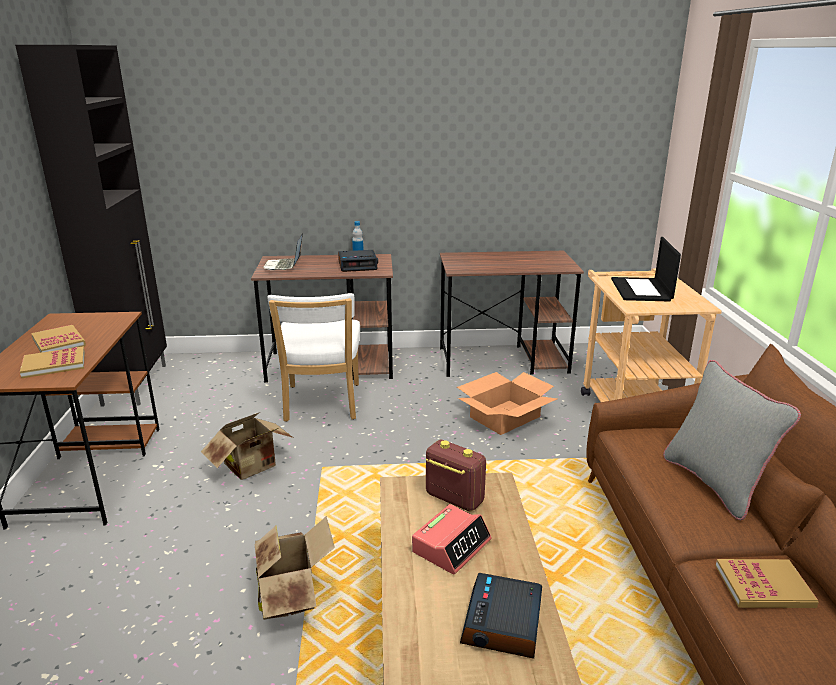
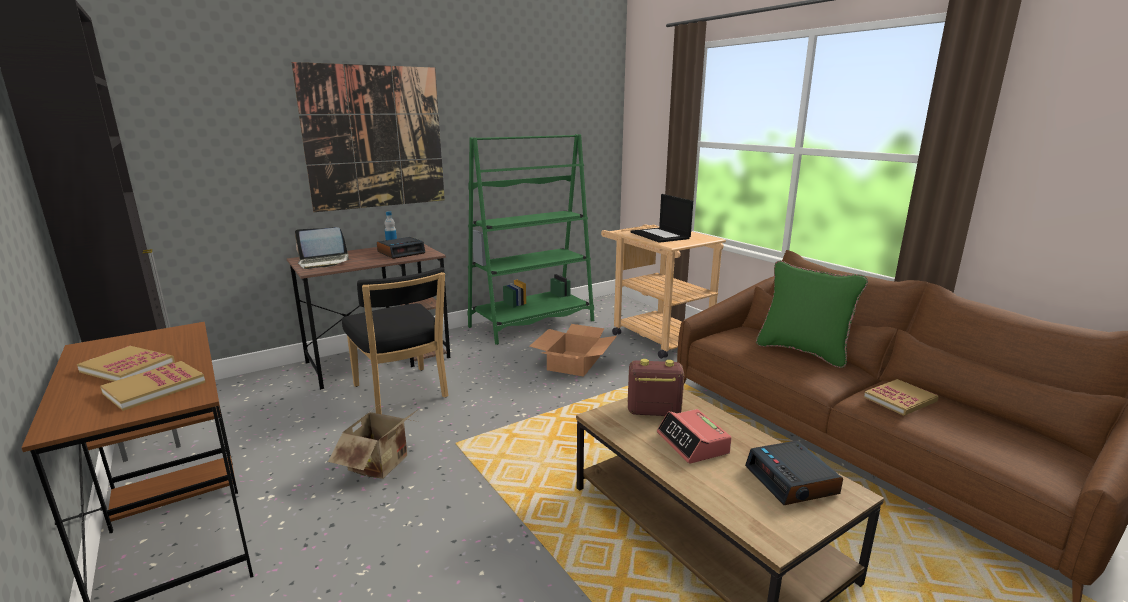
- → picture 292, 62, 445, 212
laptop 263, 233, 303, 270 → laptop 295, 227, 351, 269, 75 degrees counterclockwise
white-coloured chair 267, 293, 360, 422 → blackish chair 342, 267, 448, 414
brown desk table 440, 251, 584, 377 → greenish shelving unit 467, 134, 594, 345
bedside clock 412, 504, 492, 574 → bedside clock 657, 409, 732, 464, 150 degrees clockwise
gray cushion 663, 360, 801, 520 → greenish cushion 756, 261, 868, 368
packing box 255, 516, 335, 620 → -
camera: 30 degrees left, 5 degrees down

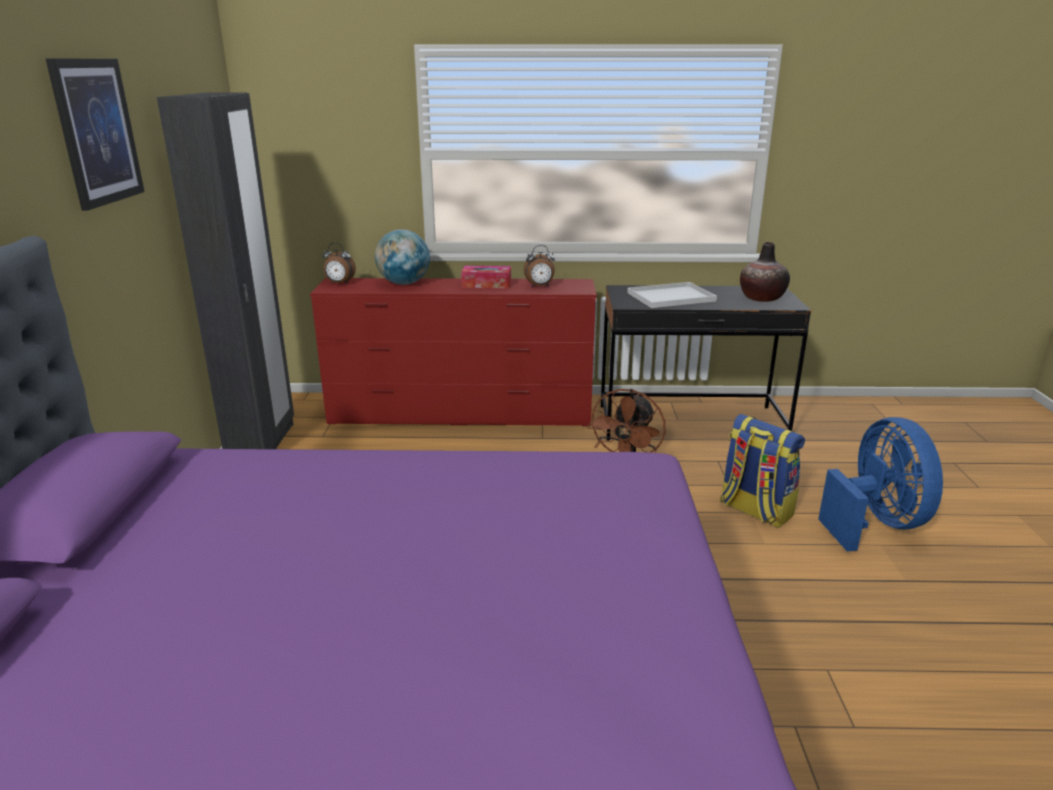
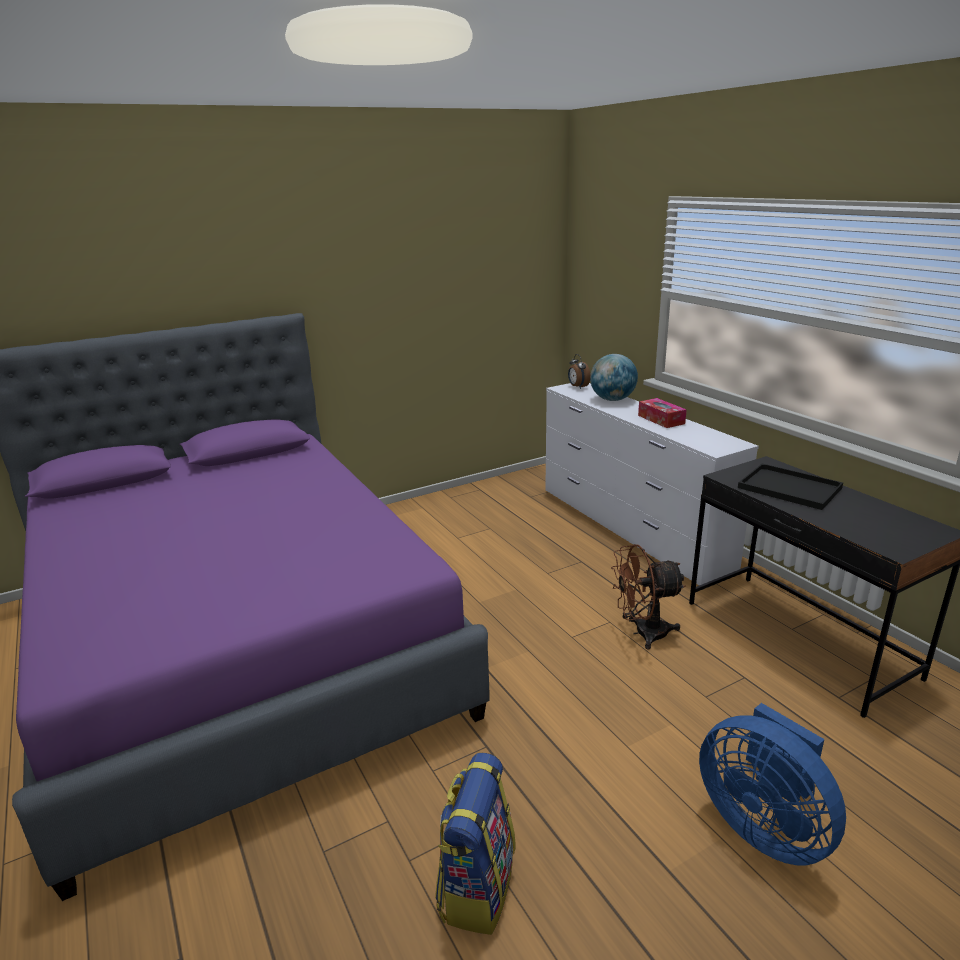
rucksack 720, 414, 805, 528 → rucksack 435, 753, 516, 935, moved
red-coloured dresser 310, 278, 597, 426 → white-coloured dresser 545, 383, 759, 585
blue-coloured cooling fan 818, 417, 943, 551 → blue-coloured cooling fan 699, 703, 846, 865, 90 degrees clockwise
white-coloured serving tray 627, 282, 717, 308 → blackish serving tray 738, 464, 843, 510
picture 46, 58, 145, 211 → -
blackish wardrobe 157, 93, 294, 449 → -
bedside clock 524, 245, 555, 287 → -
vase 740, 242, 790, 302 → -
camera: 60 degrees right, 0 degrees up

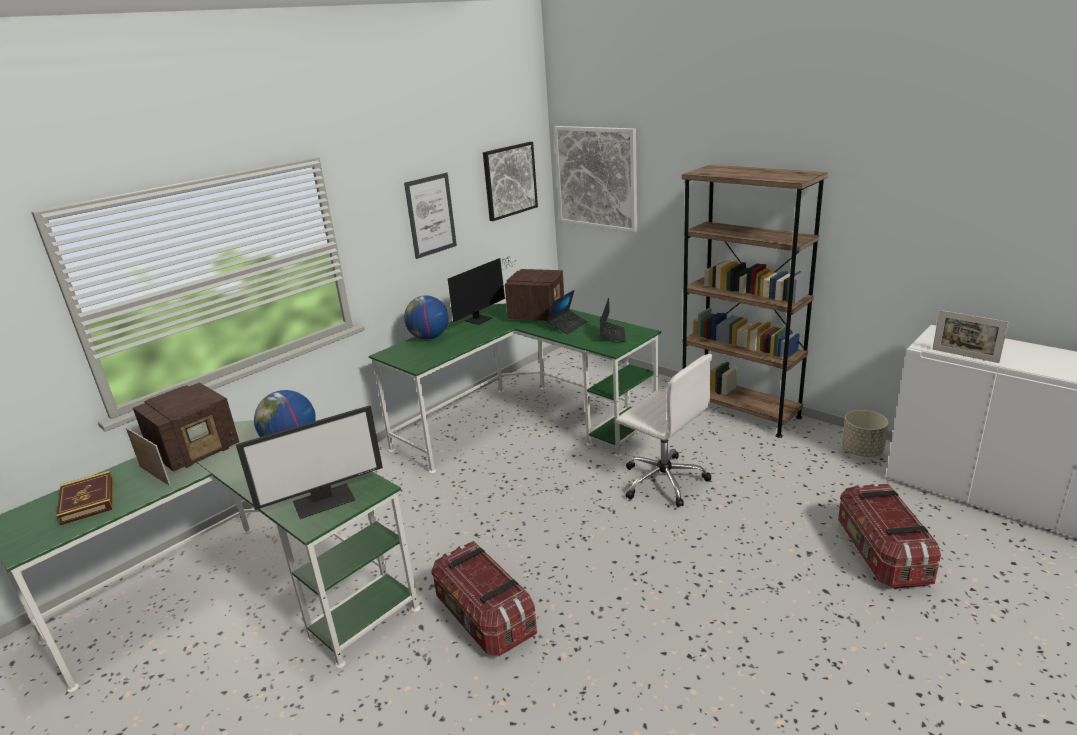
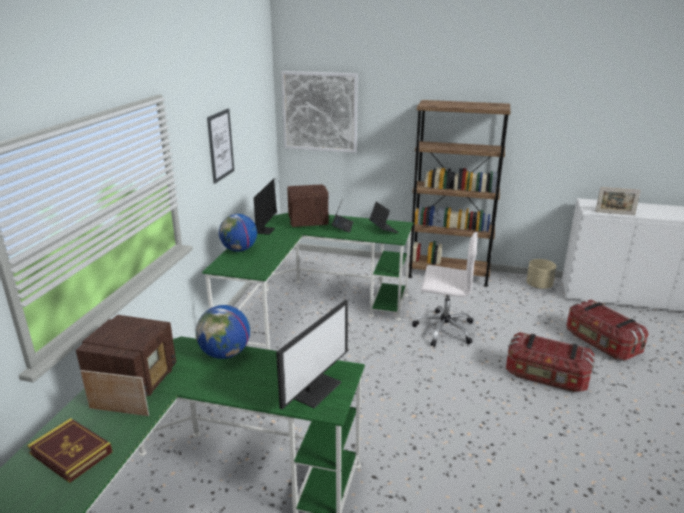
storage bin 431, 541, 537, 656 → storage bin 506, 332, 595, 392, moved
picture 483, 142, 538, 221 → -
camera: 30 degrees left, 0 degrees up

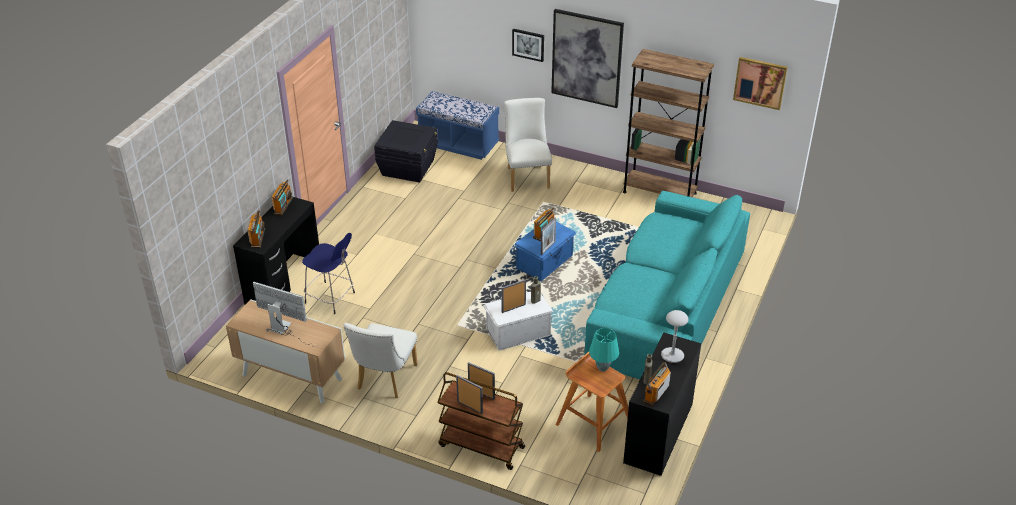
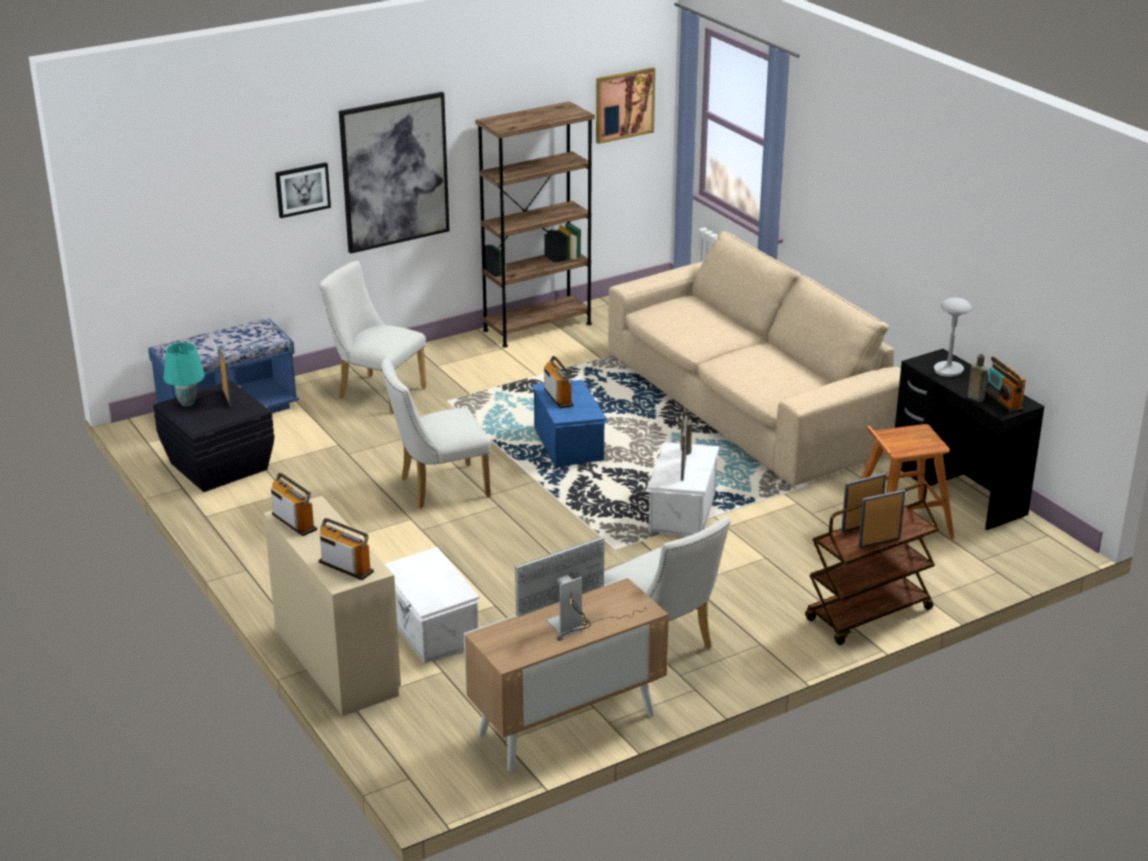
blue-green tabletop lamp 589, 328, 619, 371 → blue-green tabletop lamp 164, 343, 205, 406, moved
standing frame 541, 218, 556, 255 → standing frame 217, 346, 232, 407, moved
blackish desk table 233, 196, 319, 305 → sand-coloured desk table 264, 496, 401, 716
- → white-coloured chair 381, 358, 491, 508
blue-coloured sitting stool 302, 233, 355, 314 → white-coloured storage bin 385, 547, 480, 664
blue-green sofa 584, 191, 750, 379 → sand-coloured sofa 608, 231, 901, 486
camera: 55 degrees left, 10 degrees down

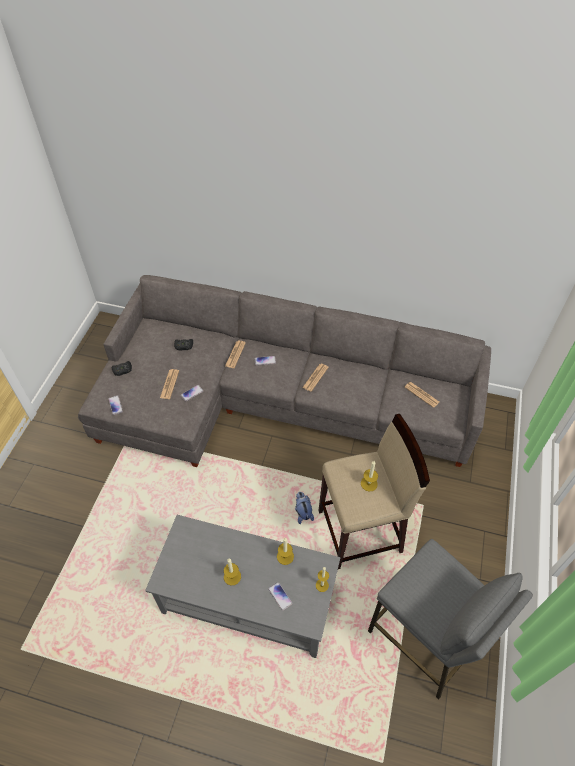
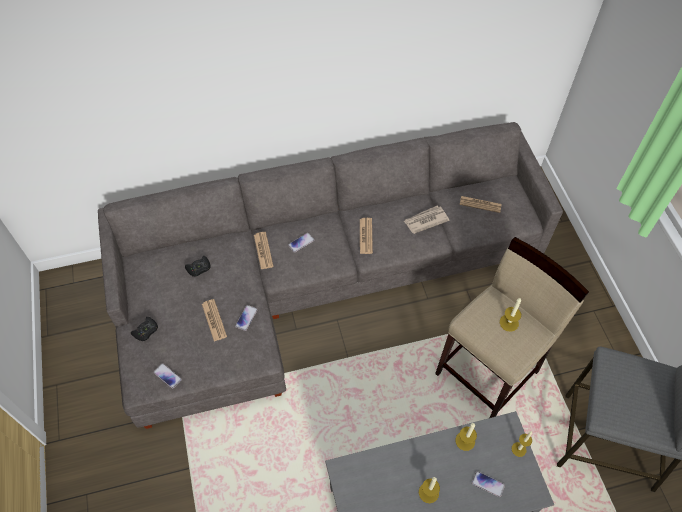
- → printed paper 404, 206, 449, 234
soft toy 295, 492, 314, 524 → -
camera: 30 degrees left, 5 degrees up

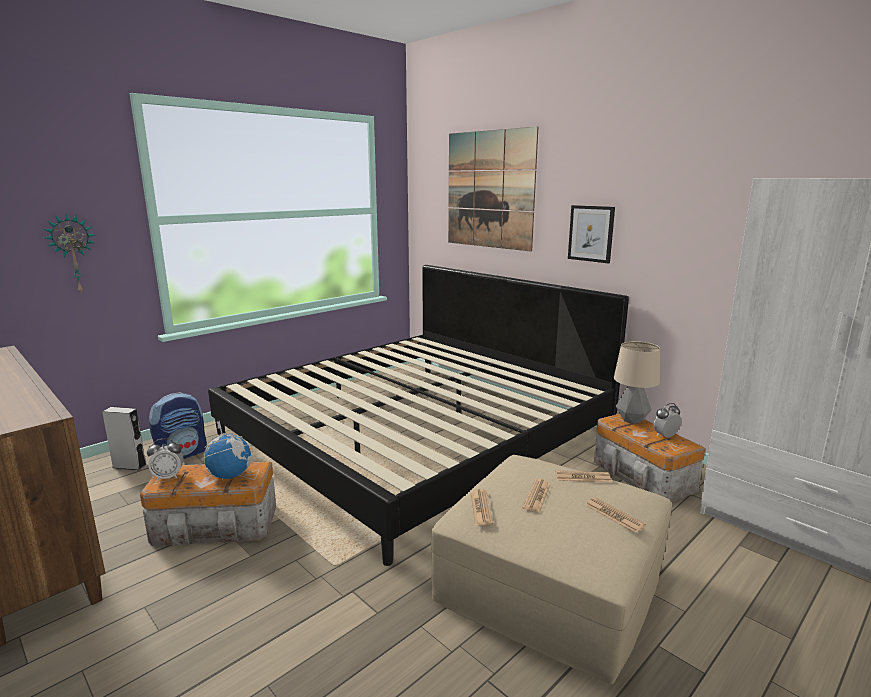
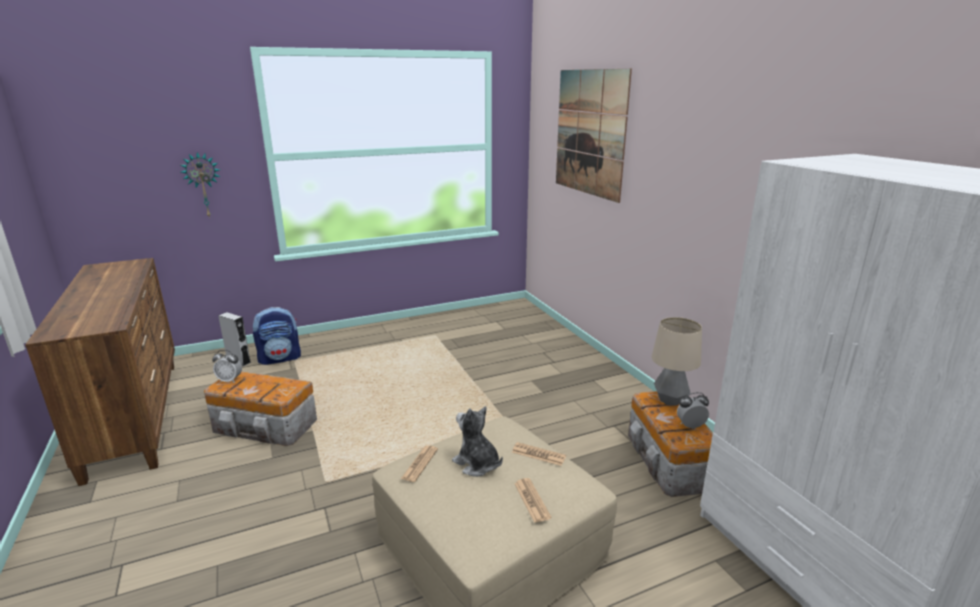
printed paper 523, 479, 551, 513 → soft toy 452, 406, 503, 477
desk globe 201, 421, 251, 480 → -
sleeping bed 208, 265, 629, 566 → -
picture 568, 205, 615, 263 → -
camera: 20 degrees right, 5 degrees up

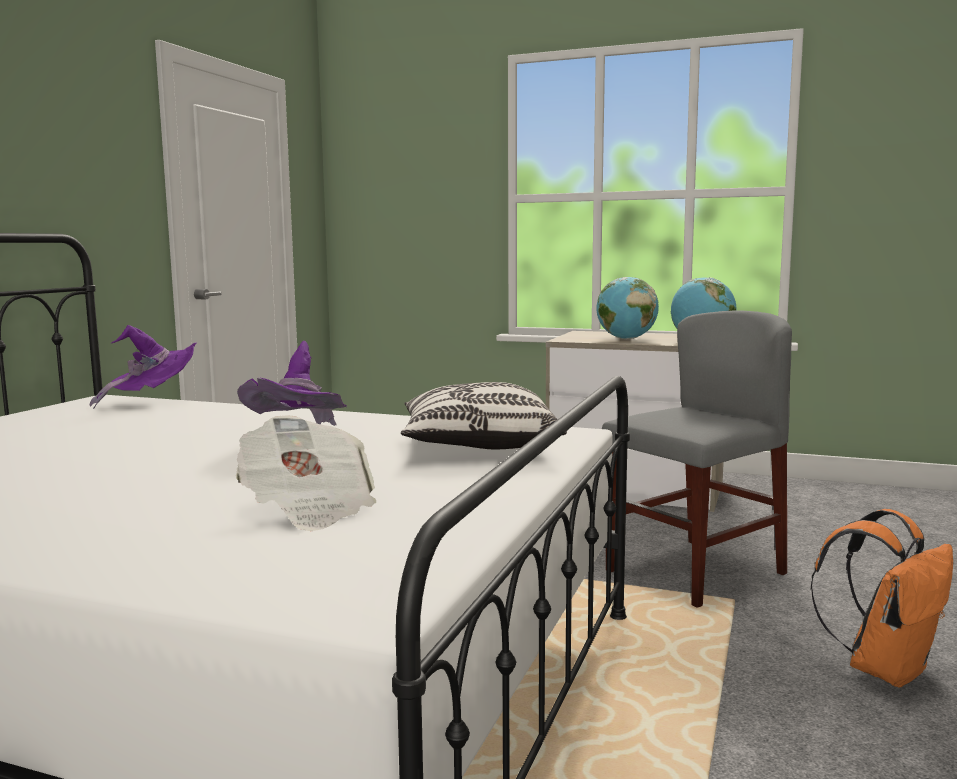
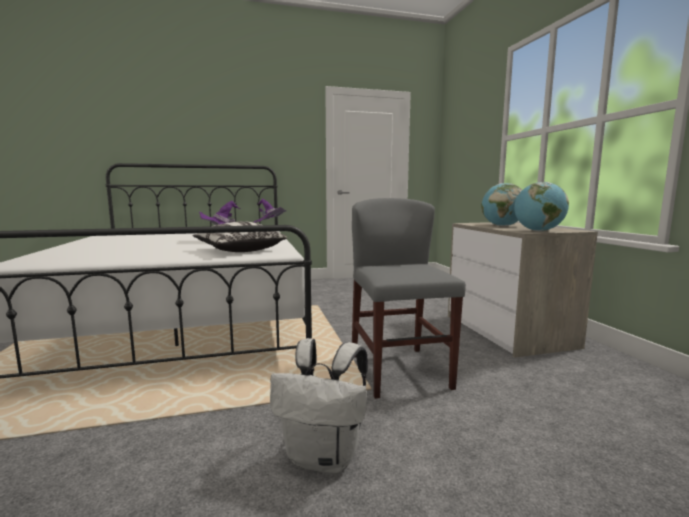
orangey rucksack 810, 509, 953, 687 → white-coloured rucksack 270, 338, 368, 474
gray chair 602, 310, 792, 608 → gray chair 352, 198, 466, 399, 120 degrees counterclockwise
printed paper 235, 415, 376, 531 → -
camera: 55 degrees right, 0 degrees up

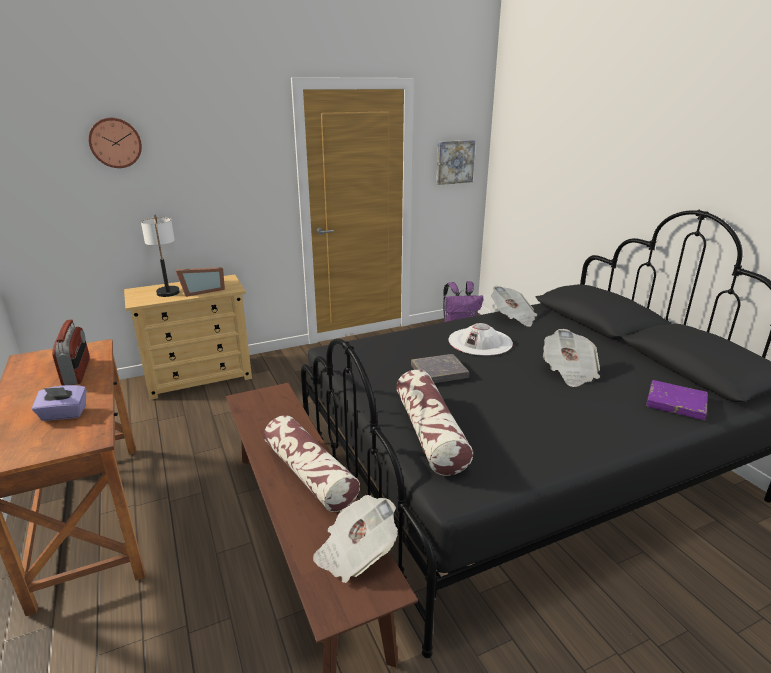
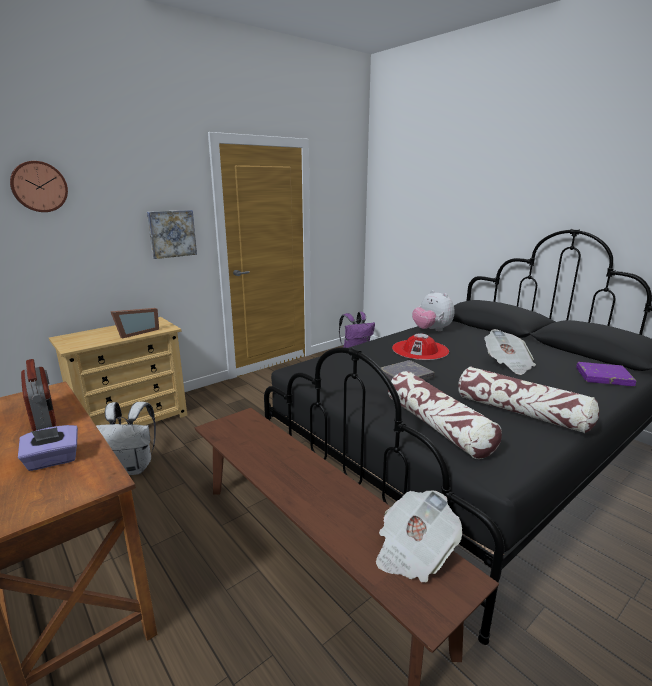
- → white-coloured rucksack 96, 402, 156, 475
picture 436, 140, 475, 185 → picture 147, 210, 197, 259, moved
white-coloured clothing hat 448, 323, 513, 356 → red-coloured clothing hat 392, 333, 449, 360
printed paper 491, 286, 537, 327 → soft toy 412, 290, 455, 331
cushion 264, 415, 360, 512 → cushion 458, 367, 599, 433, moved
tabletop lamp 141, 214, 180, 297 → -
camera: 15 degrees left, 5 degrees down

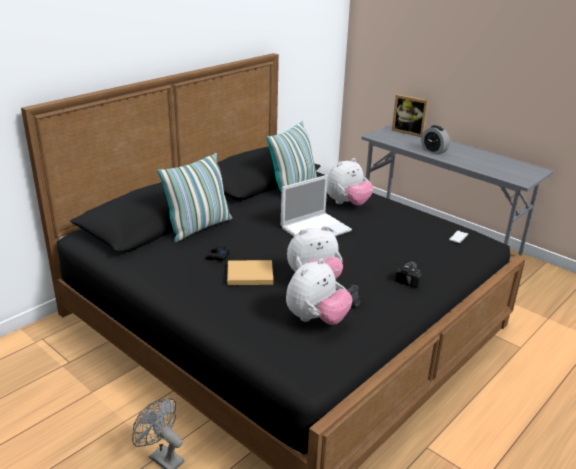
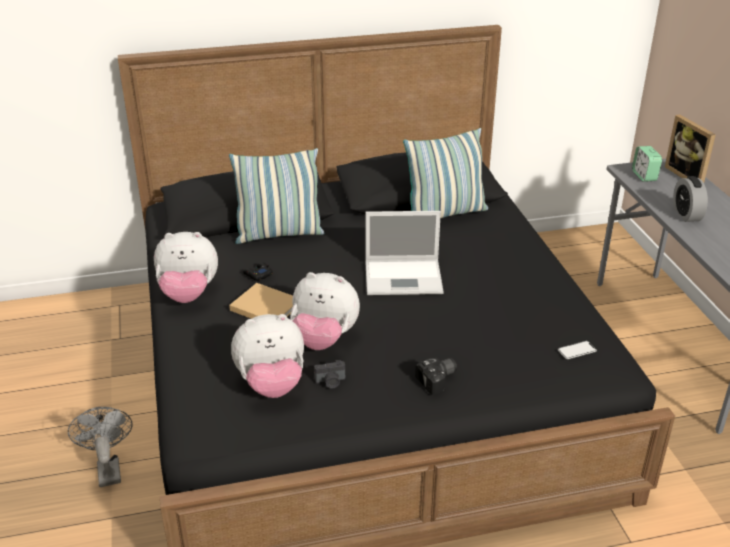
soft toy 327, 158, 374, 206 → soft toy 154, 232, 218, 303, moved
- → bedside clock 632, 146, 662, 182
camera: 35 degrees right, 5 degrees up

